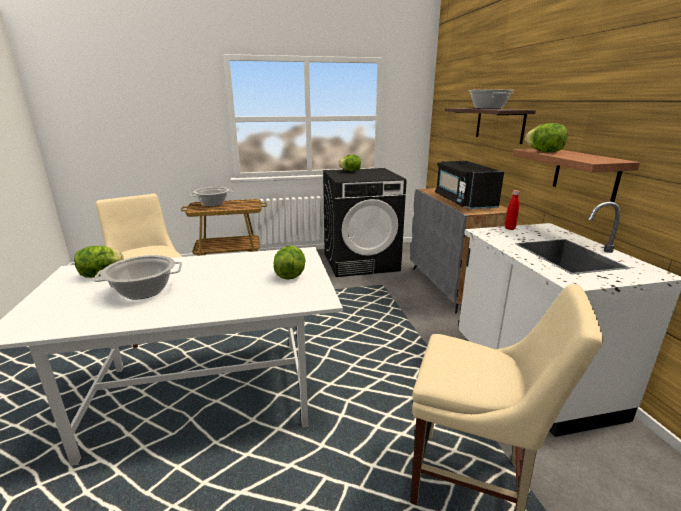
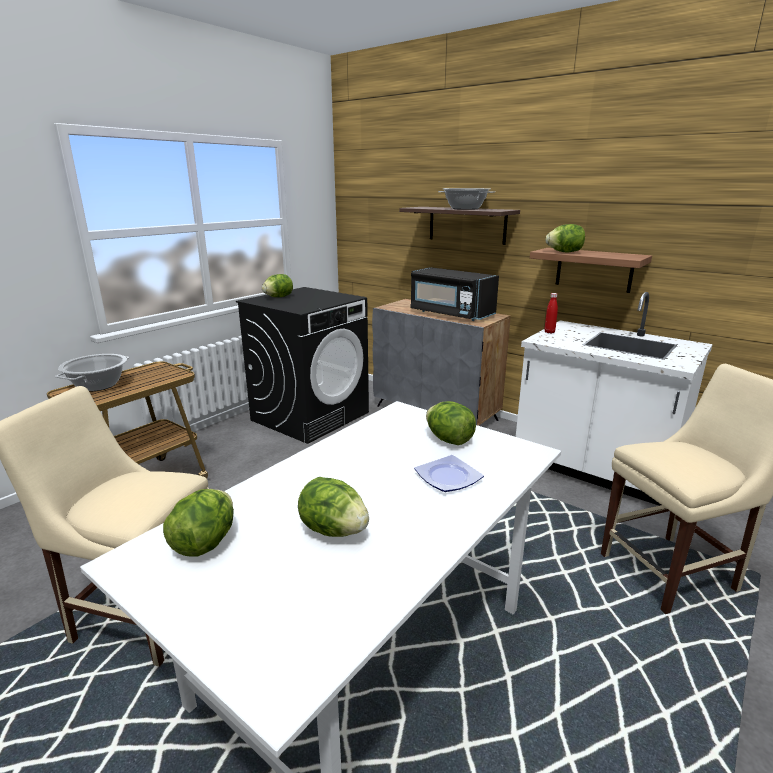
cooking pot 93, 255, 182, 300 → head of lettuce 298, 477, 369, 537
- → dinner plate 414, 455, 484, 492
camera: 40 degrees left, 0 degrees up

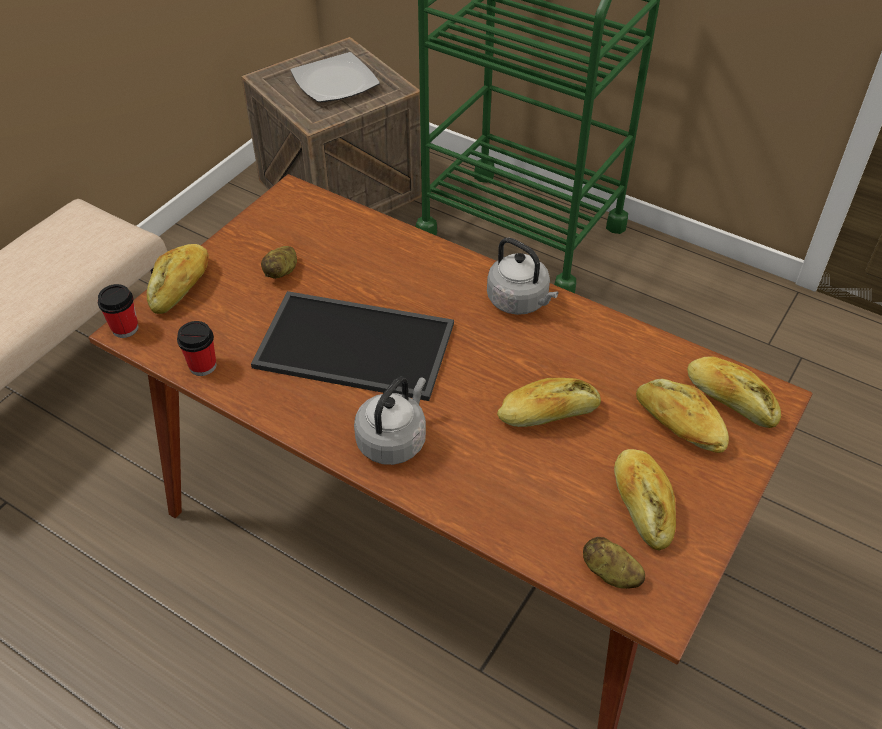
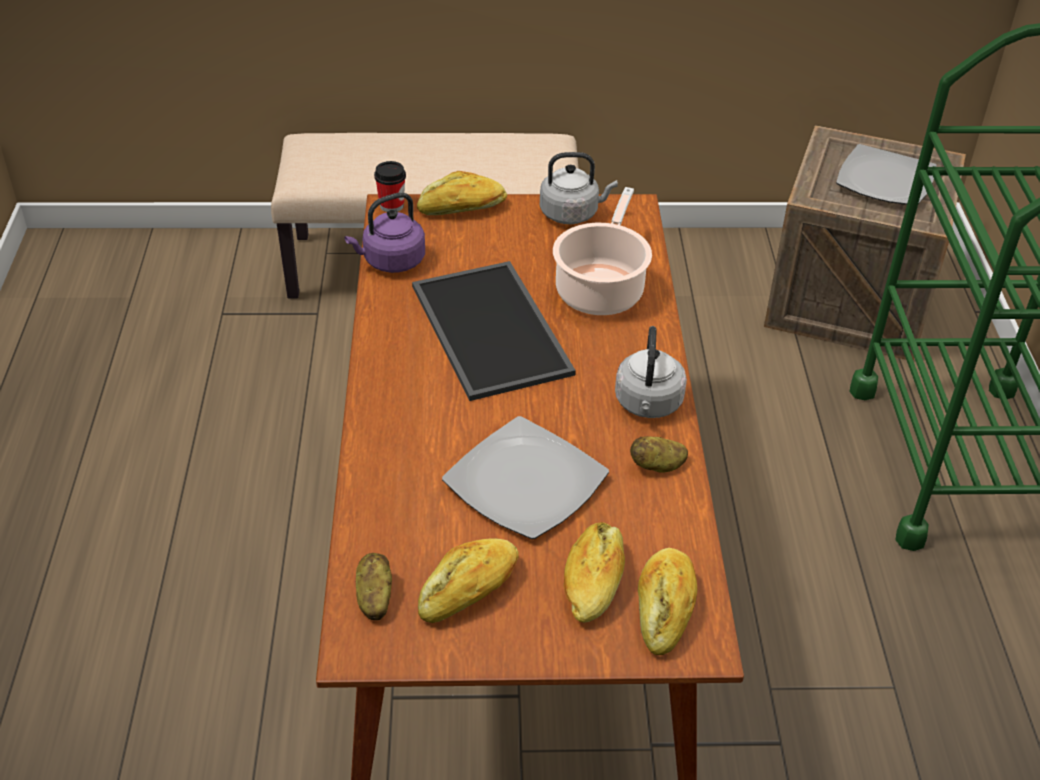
cup 177, 321, 216, 376 → purple tea kettle 344, 192, 425, 273
bakery bread 497, 378, 601, 427 → dinner plate 442, 416, 609, 539
gray tea kettle 354, 376, 426, 465 → gray tea kettle 540, 152, 618, 224, moved
- → cooking pot 553, 187, 652, 315
whole potato 261, 246, 297, 279 → whole potato 630, 436, 688, 473, moved
camera: 55 degrees right, 5 degrees down

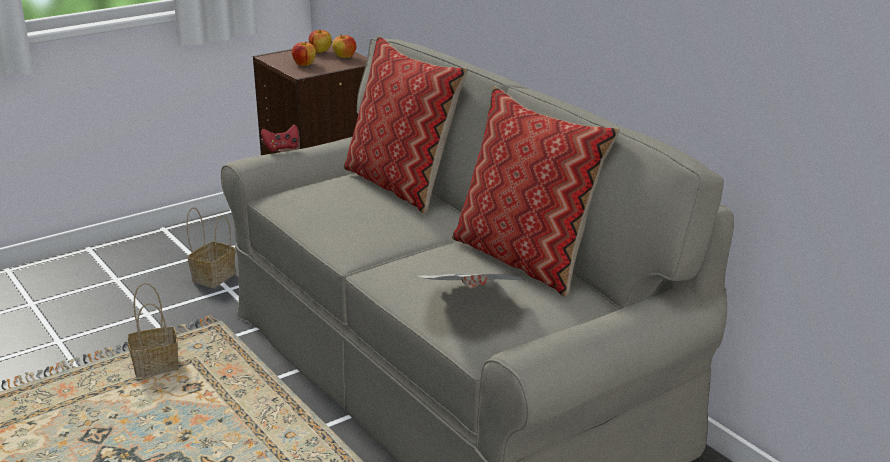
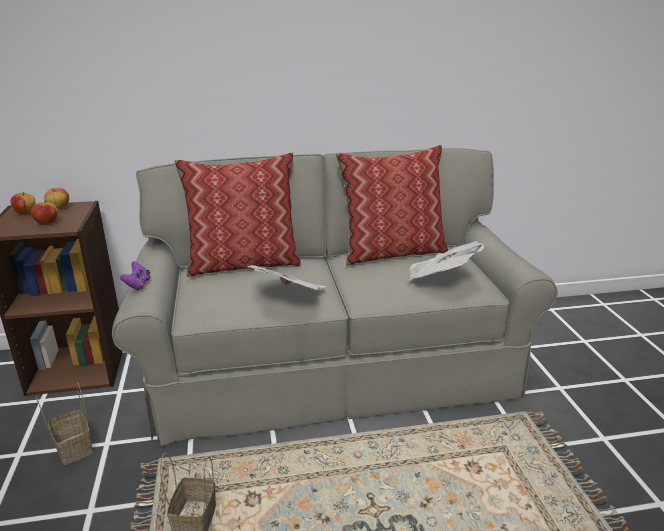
red-coloured joypad 261, 124, 299, 152 → purple joypad 120, 261, 150, 290
- → printed paper 248, 265, 326, 290
camera: 65 degrees left, 0 degrees up

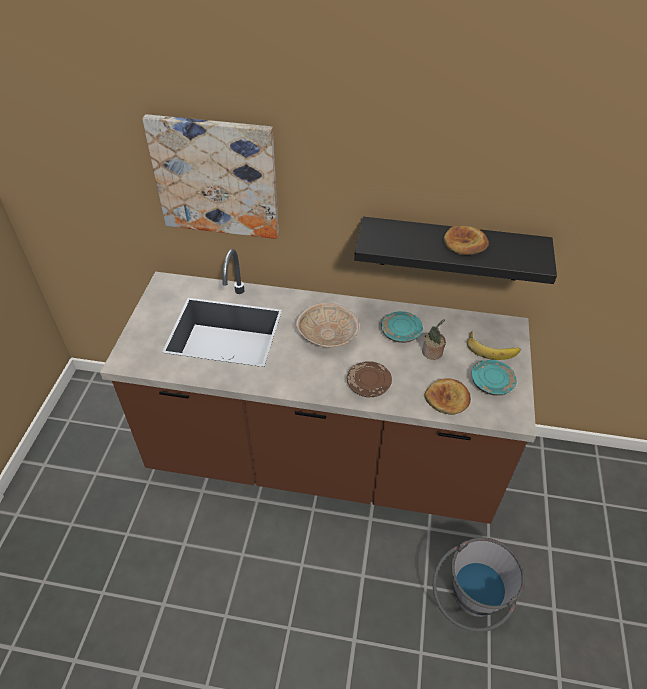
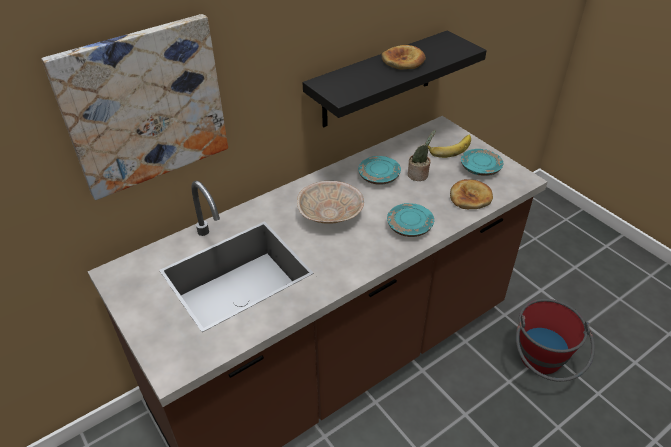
brown dinner plate 347, 361, 392, 397 → blue-green dinner plate 387, 203, 434, 237
gray pail 433, 537, 525, 632 → red-coloured pail 516, 299, 595, 382
camera: 45 degrees left, 5 degrees down

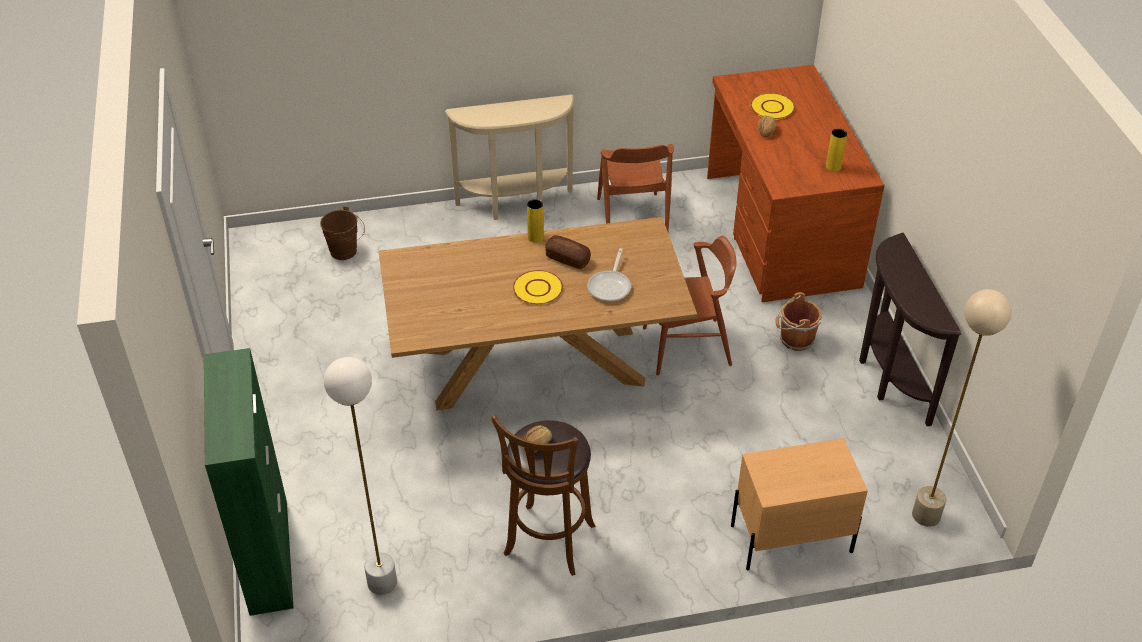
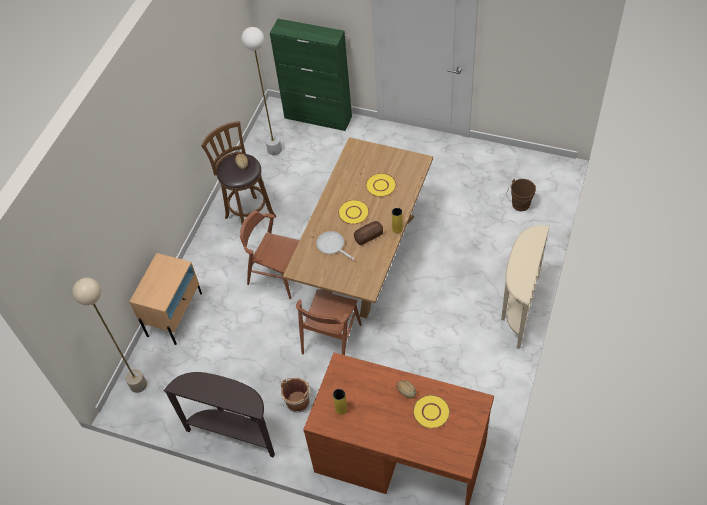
brown chair 597, 144, 674, 231 → brown chair 240, 210, 300, 299, moved
- → yellowish dinner plate 366, 173, 396, 197
camera: 125 degrees right, 10 degrees up

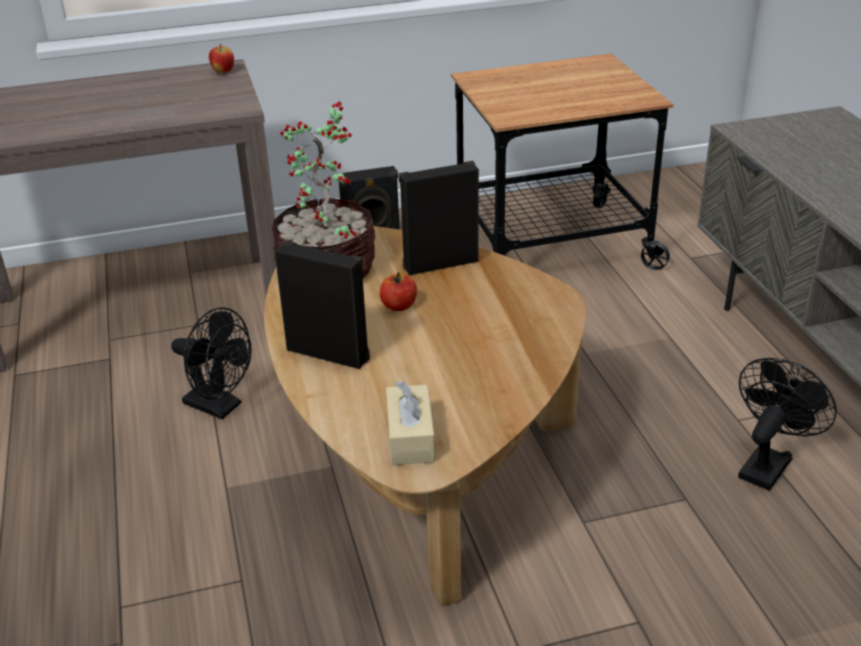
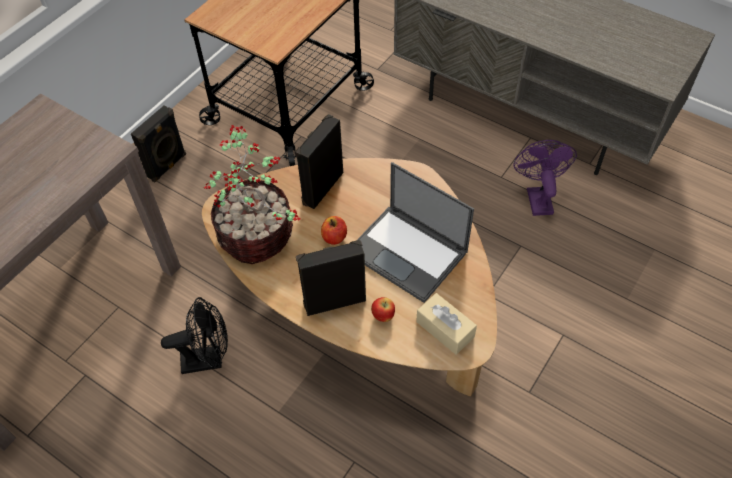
- → laptop 357, 162, 474, 303
apple fruit 209, 44, 234, 73 → apple fruit 371, 297, 395, 322, moved
blackish cooling fan 738, 358, 837, 490 → purple cooling fan 513, 140, 577, 216
camera: 40 degrees left, 20 degrees up

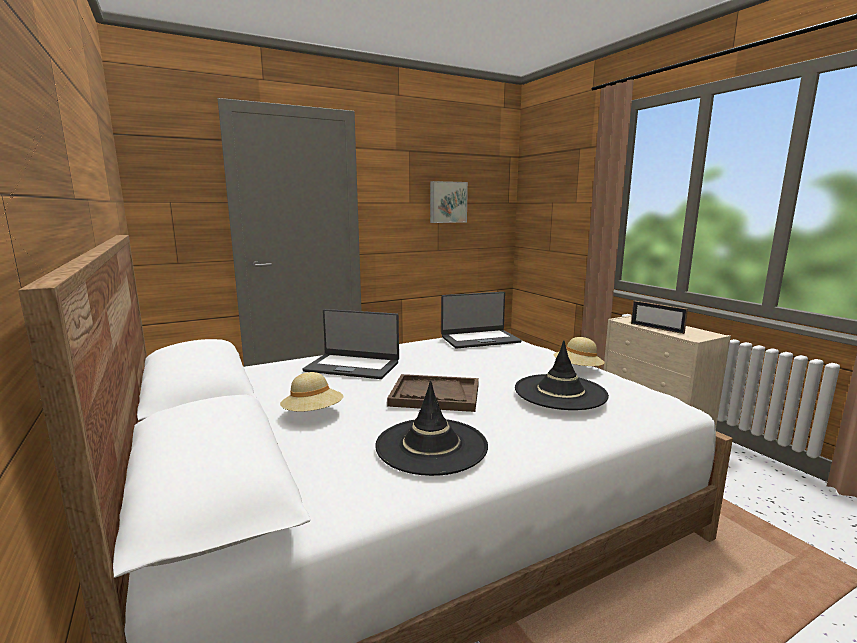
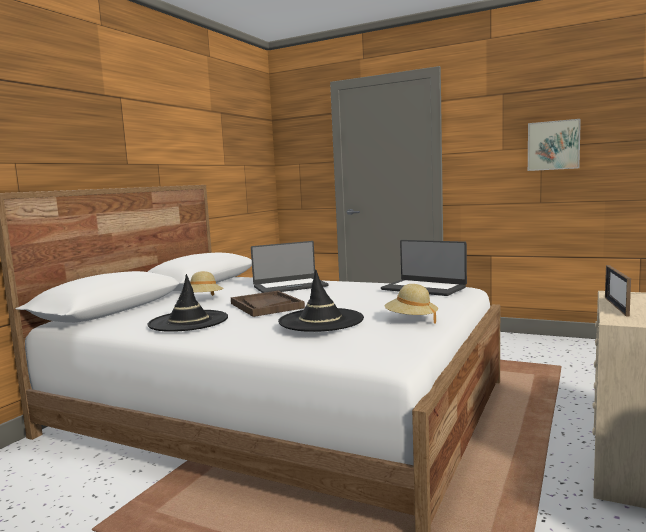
laptop 302, 309, 399, 379 → laptop 251, 241, 329, 293, 90 degrees counterclockwise
camera: 55 degrees right, 5 degrees down

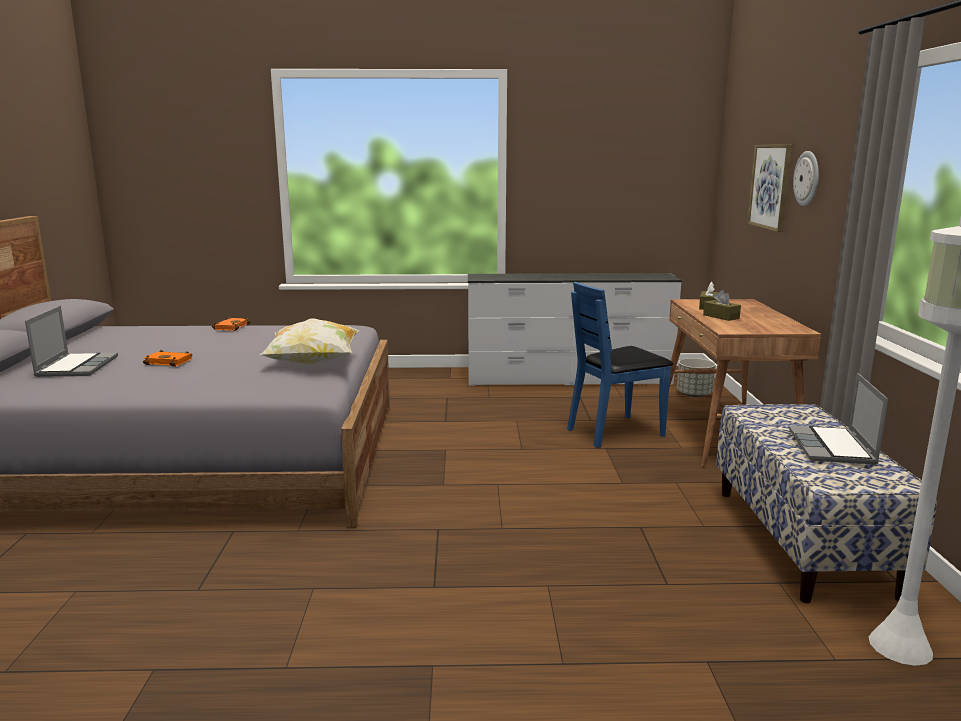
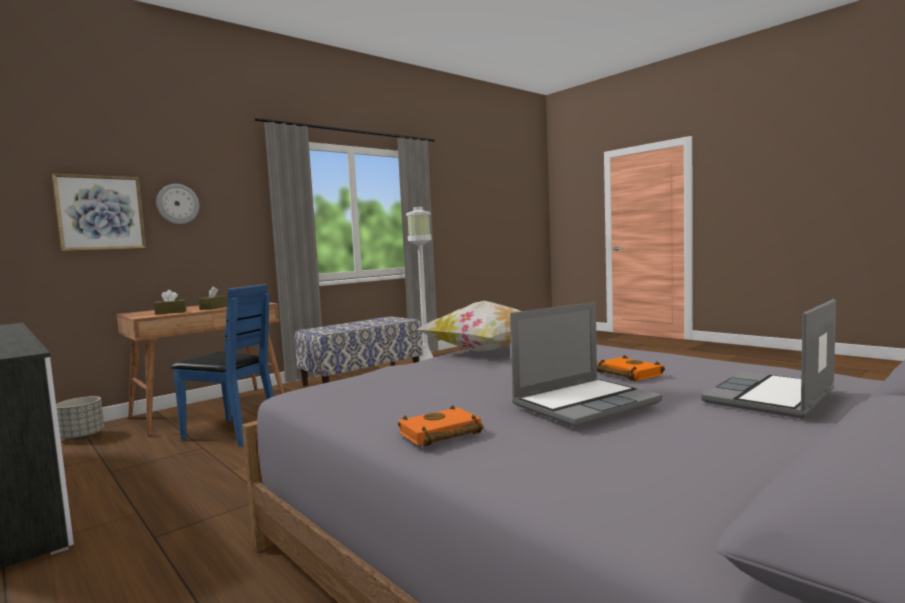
laptop 788, 373, 888, 464 → laptop 510, 302, 662, 427, moved
camera: 130 degrees left, 10 degrees down

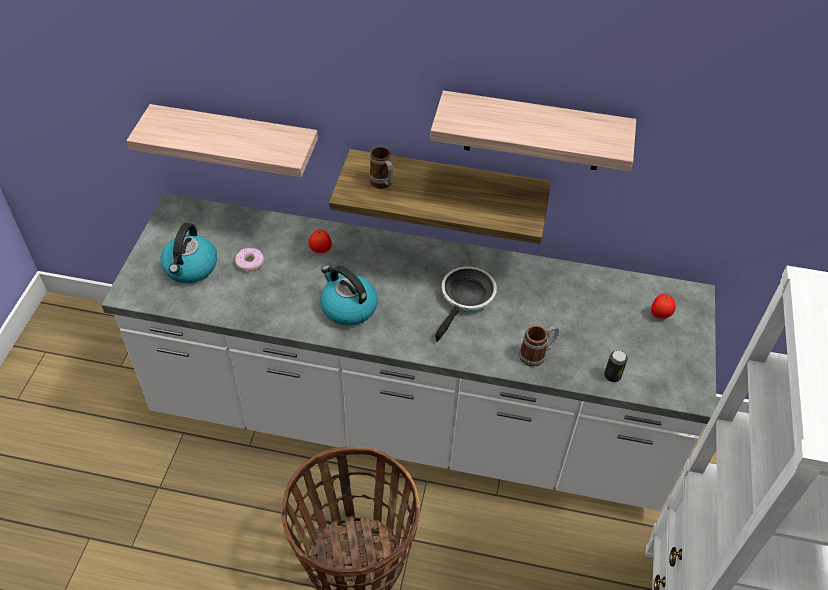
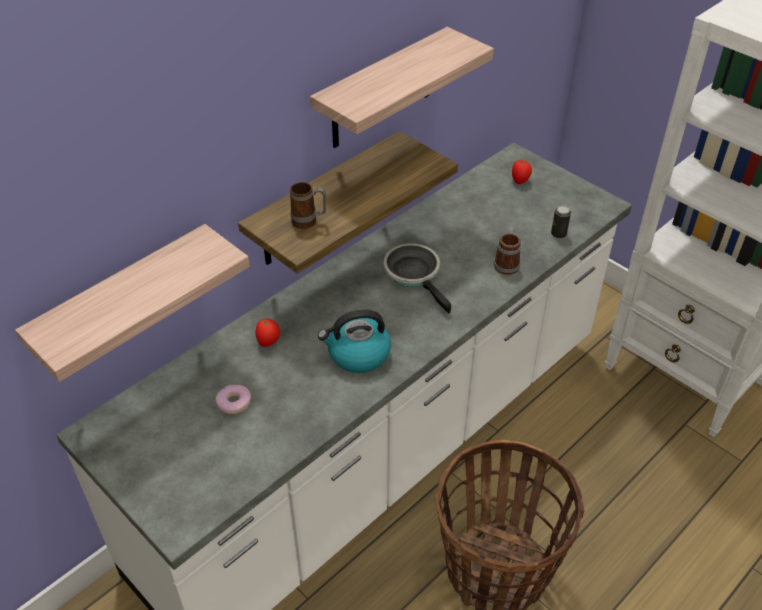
tea kettle 160, 223, 217, 283 → -
camera: 55 degrees left, 5 degrees down

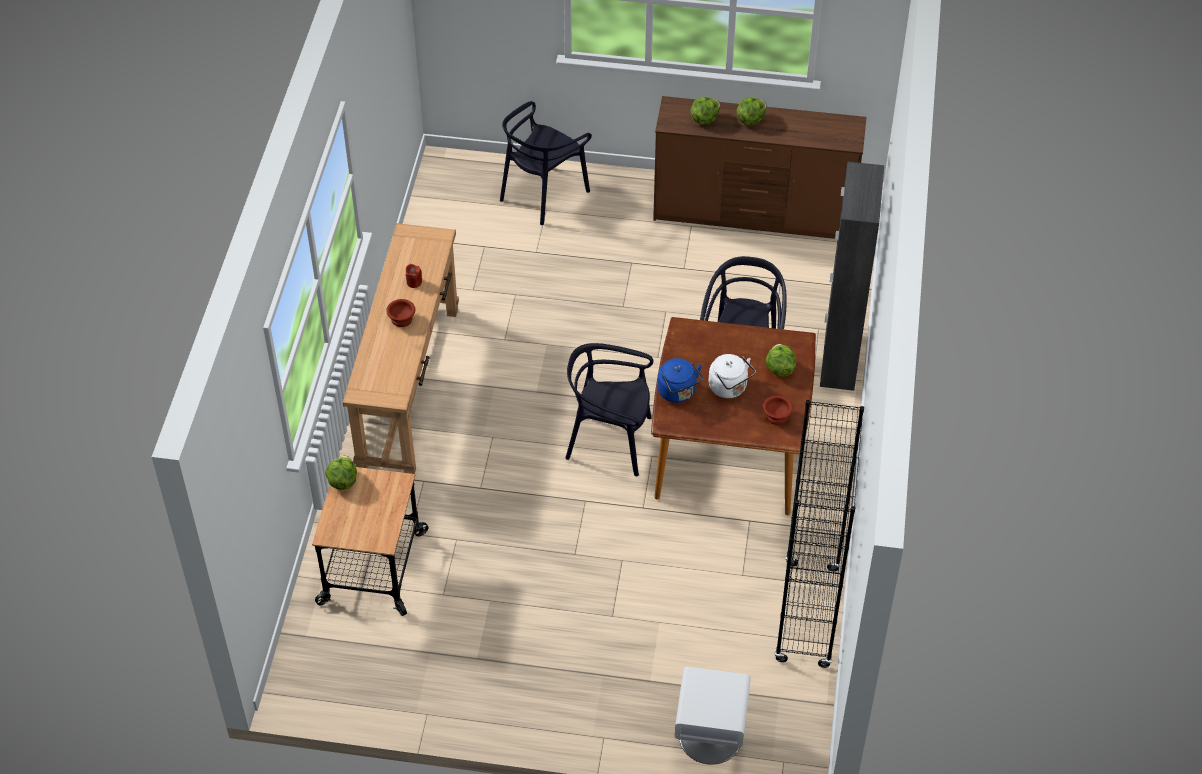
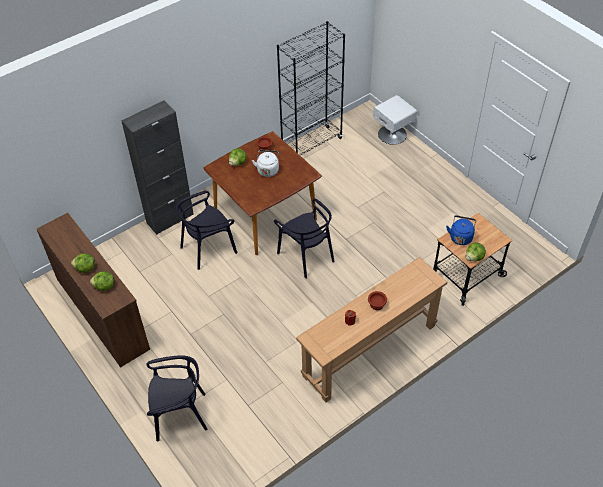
blue-coloured tea kettle 657, 358, 703, 403 → blue-coloured tea kettle 446, 215, 476, 245, moved
camera: 135 degrees left, 0 degrees up

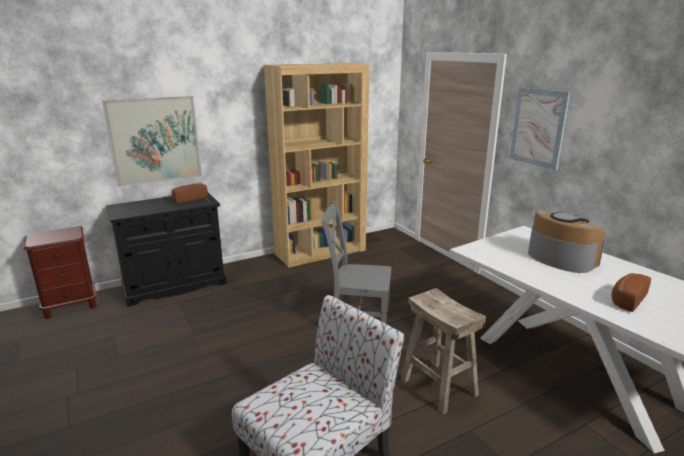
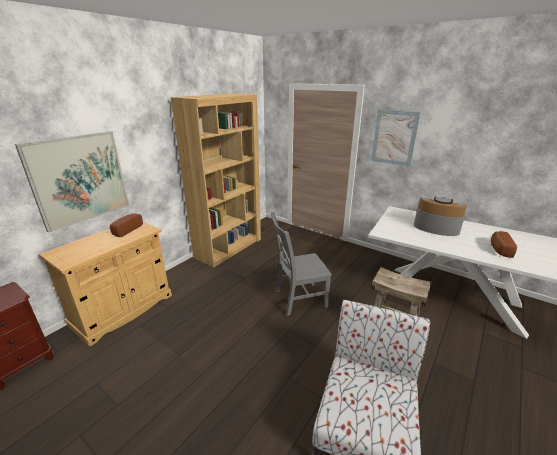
blackish storage cabinet 106, 191, 227, 307 → sand-coloured storage cabinet 39, 222, 172, 347
camera: 25 degrees left, 5 degrees up

